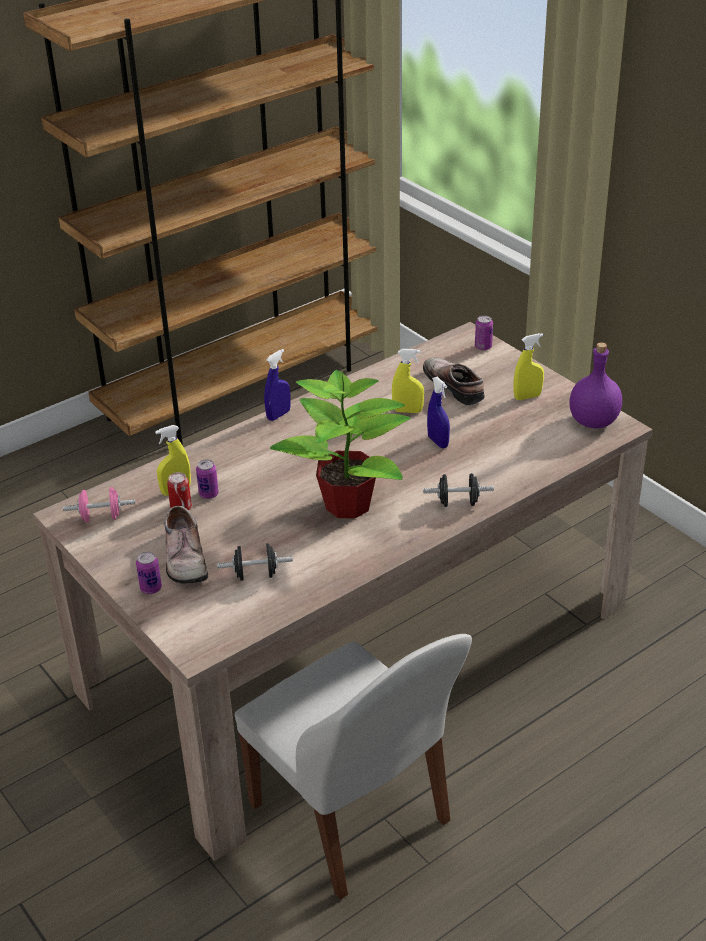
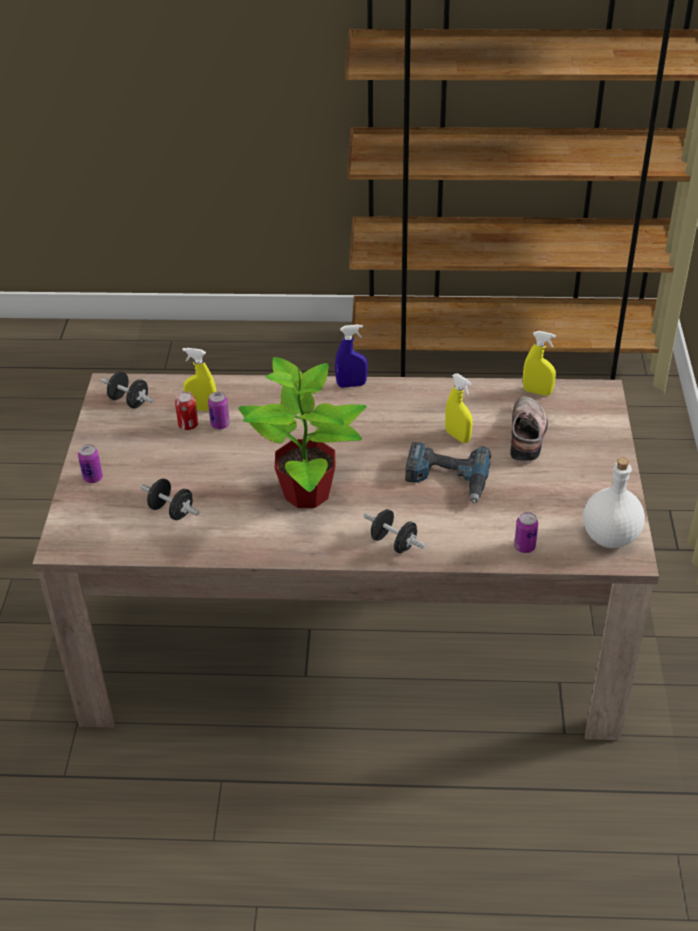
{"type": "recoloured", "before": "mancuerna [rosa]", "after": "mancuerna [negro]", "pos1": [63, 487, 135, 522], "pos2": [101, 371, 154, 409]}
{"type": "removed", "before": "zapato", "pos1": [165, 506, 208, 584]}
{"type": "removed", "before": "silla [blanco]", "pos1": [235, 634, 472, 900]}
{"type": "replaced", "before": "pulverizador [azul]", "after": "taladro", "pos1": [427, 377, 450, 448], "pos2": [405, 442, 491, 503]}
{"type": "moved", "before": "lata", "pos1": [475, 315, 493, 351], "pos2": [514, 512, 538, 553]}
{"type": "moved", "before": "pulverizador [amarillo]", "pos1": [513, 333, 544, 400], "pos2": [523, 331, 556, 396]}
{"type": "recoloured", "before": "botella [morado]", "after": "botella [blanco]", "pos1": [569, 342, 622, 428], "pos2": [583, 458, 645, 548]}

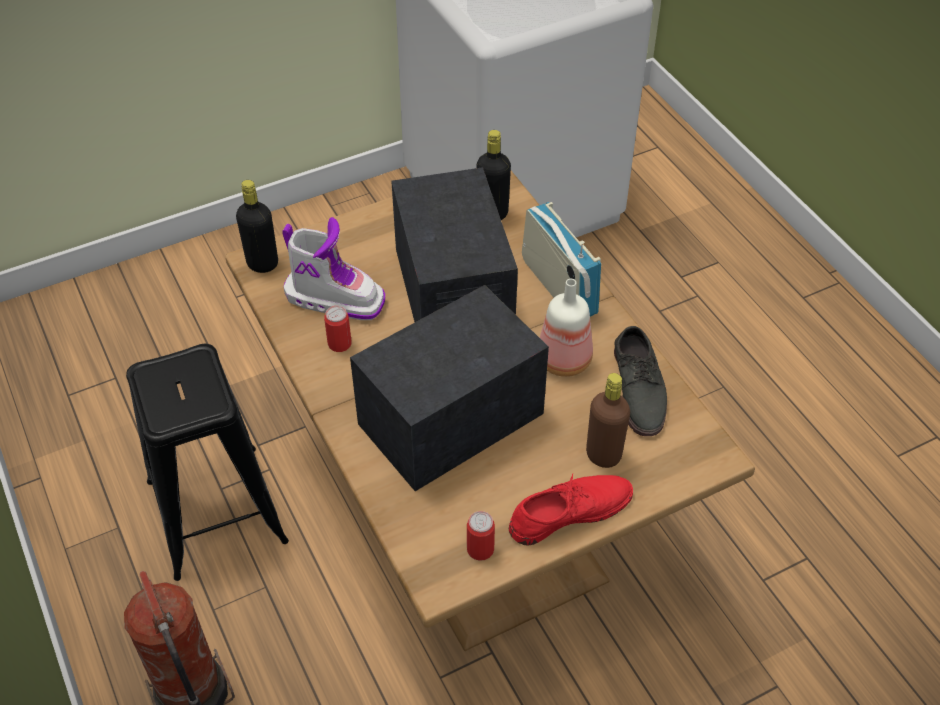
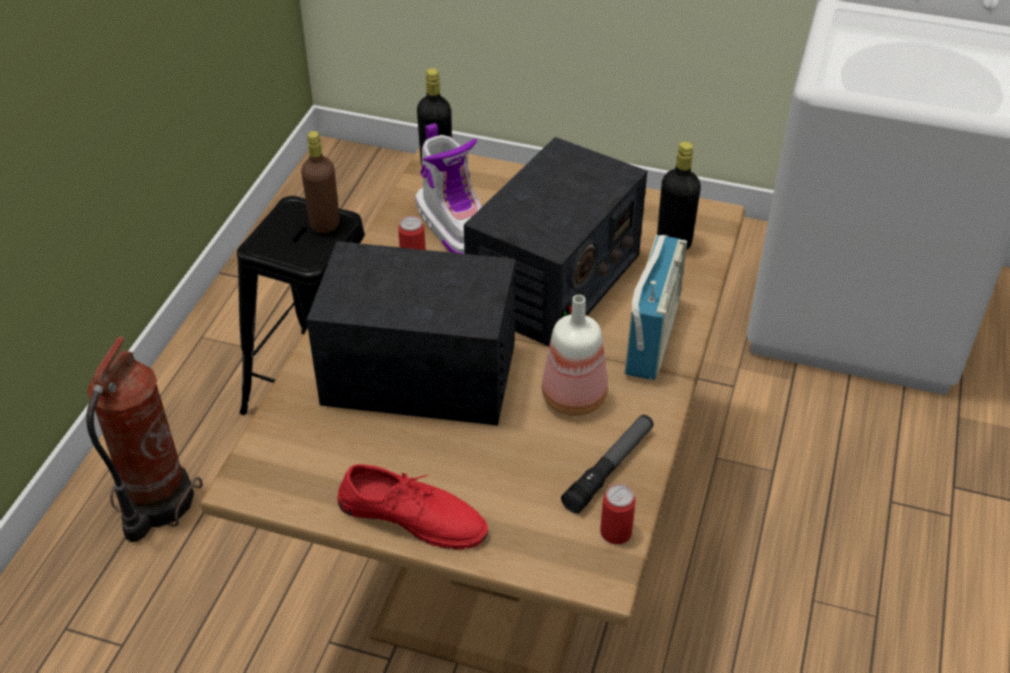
{"type": "moved", "before": "lata", "pos1": [467, 511, 495, 561], "pos2": [600, 484, 636, 544]}
{"type": "moved", "before": "botella [marrón]", "pos1": [586, 373, 630, 468], "pos2": [301, 131, 340, 233]}
{"type": "replaced", "before": "zapato [gris]", "after": "linterna", "pos1": [614, 326, 667, 436], "pos2": [561, 415, 654, 514]}

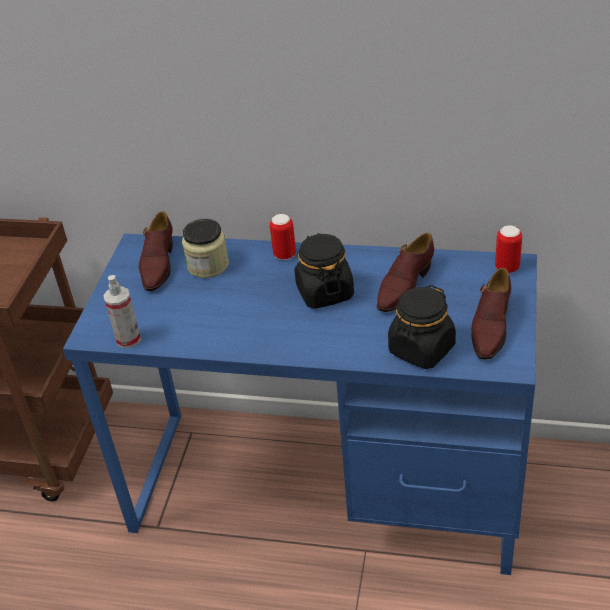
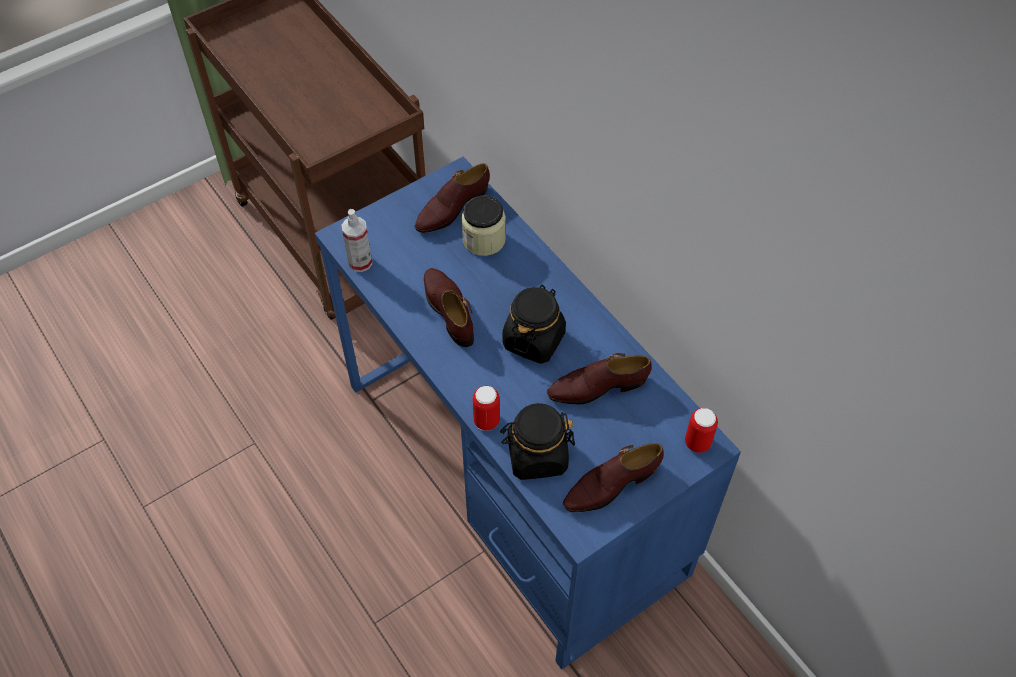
{"type": "moved", "before": "lata", "pos1": [270, 214, 296, 260], "pos2": [473, 386, 500, 431]}
{"type": "added", "after": "zapato [marrón]", "pos2": [424, 268, 474, 347]}

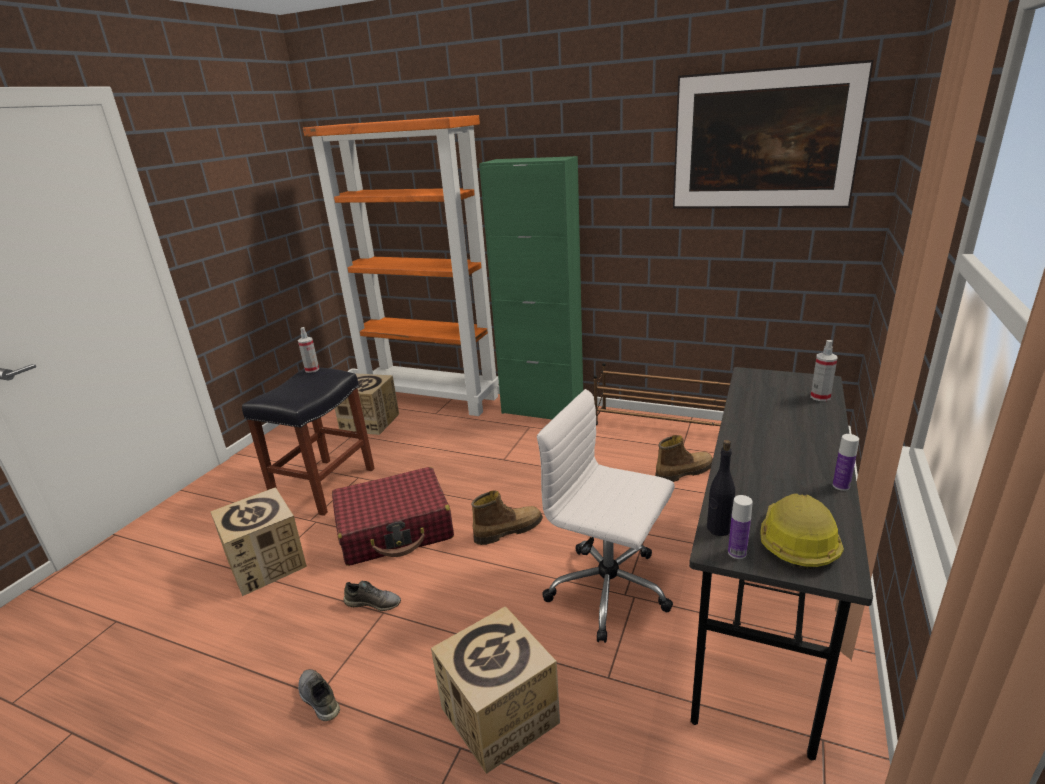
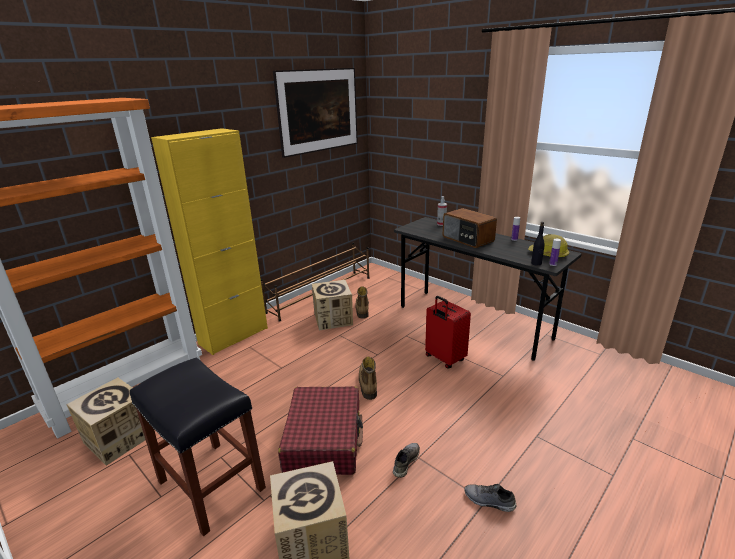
{"type": "removed", "before": "pulverizador", "pos1": [298, 327, 319, 373]}
{"type": "turned", "before": "zapato [gris]", "pos1": [298, 669, 340, 721], "pos2": [464, 484, 516, 512], "turn": 45}
{"type": "moved", "before": "caja de cartón", "pos1": [431, 606, 560, 774], "pos2": [312, 280, 353, 330]}
{"type": "recoloured", "before": "armario [verde]", "after": "armario [amarillo]", "pos1": [479, 156, 583, 419], "pos2": [151, 128, 268, 355]}
{"type": "replaced", "before": "silla de oficina [blanco]", "after": "maleta [rojo]", "pos1": [537, 389, 675, 643], "pos2": [425, 296, 471, 368]}
{"type": "added", "after": "radio", "pos2": [443, 208, 497, 248]}

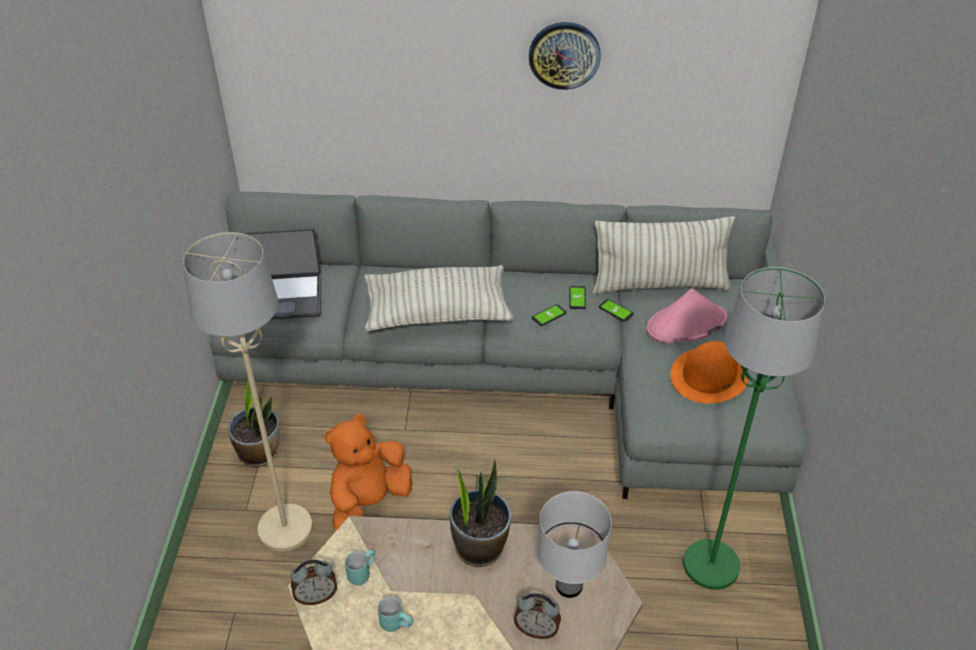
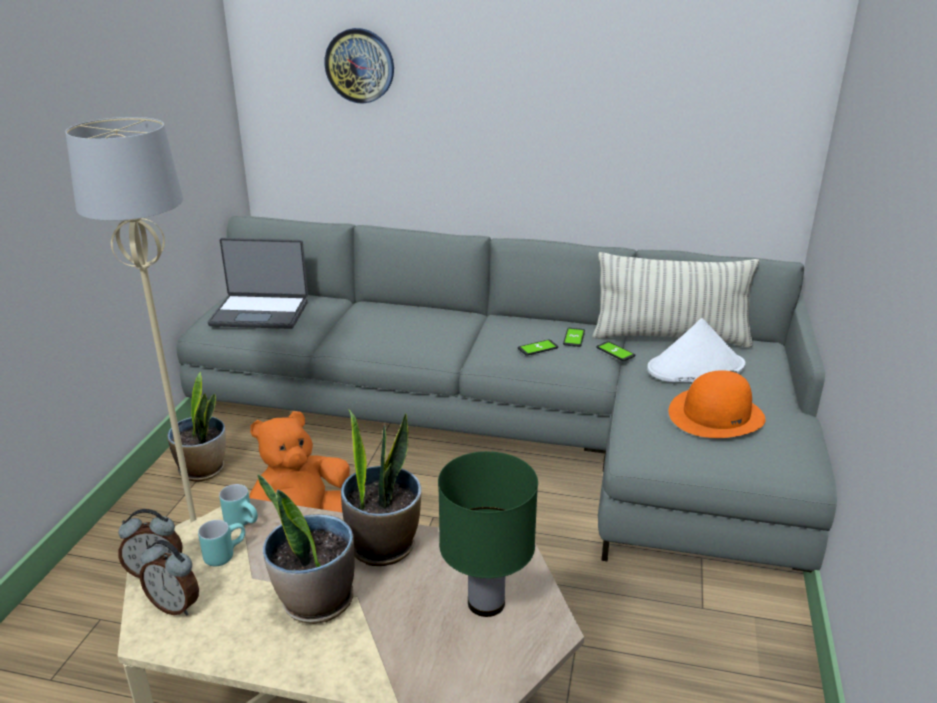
{"type": "removed", "before": "cojín", "pos1": [364, 265, 514, 331]}
{"type": "moved", "before": "taza grande [turquesa]", "pos1": [378, 596, 413, 632], "pos2": [219, 484, 258, 526]}
{"type": "moved", "before": "despertador", "pos1": [514, 593, 561, 639], "pos2": [140, 540, 199, 616]}
{"type": "moved", "before": "reloj de pared", "pos1": [529, 22, 601, 90], "pos2": [325, 28, 394, 104]}
{"type": "recoloured", "before": "lámpara de mesa [blanco]", "after": "lámpara de mesa [verde]", "pos1": [538, 491, 612, 598], "pos2": [438, 451, 538, 617]}
{"type": "recoloured", "before": "sombrero [rosa]", "after": "sombrero [blanco]", "pos1": [646, 288, 727, 343], "pos2": [647, 318, 745, 382]}
{"type": "removed", "before": "lámpara de pie [verde]", "pos1": [683, 267, 825, 590]}
{"type": "added", "after": "planta en maceta", "pos2": [258, 474, 355, 624]}

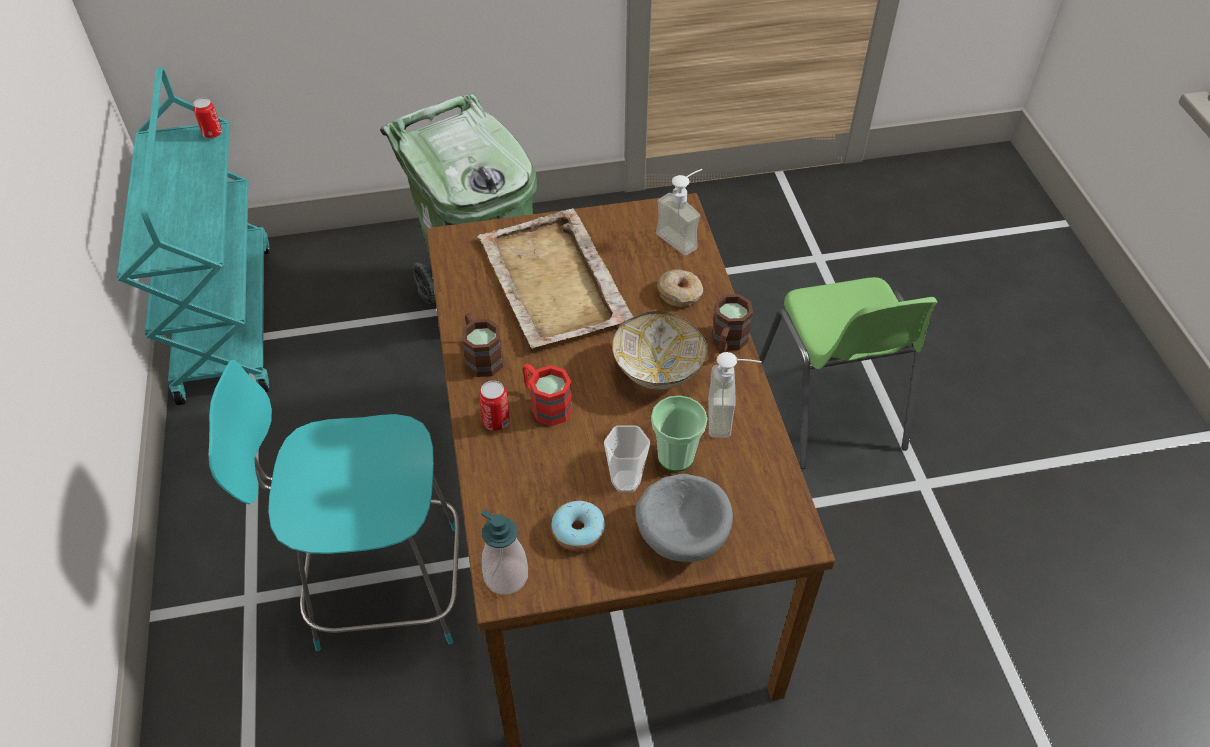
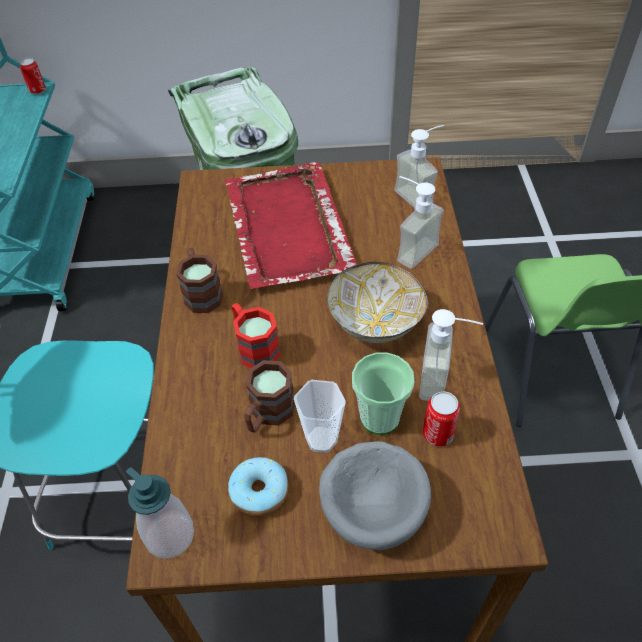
{"type": "recoloured", "before": "bandeja [beis]", "after": "bandeja [rojo]", "pos1": [478, 208, 634, 349], "pos2": [224, 162, 357, 289]}
{"type": "moved", "before": "lata", "pos1": [479, 381, 510, 431], "pos2": [423, 391, 460, 447]}
{"type": "replaced", "before": "rosquilla", "after": "dispensador de jabón", "pos1": [657, 269, 703, 307], "pos2": [397, 176, 444, 269]}
{"type": "moved", "before": "taza grande [marrón]", "pos1": [711, 294, 753, 354], "pos2": [244, 360, 295, 433]}

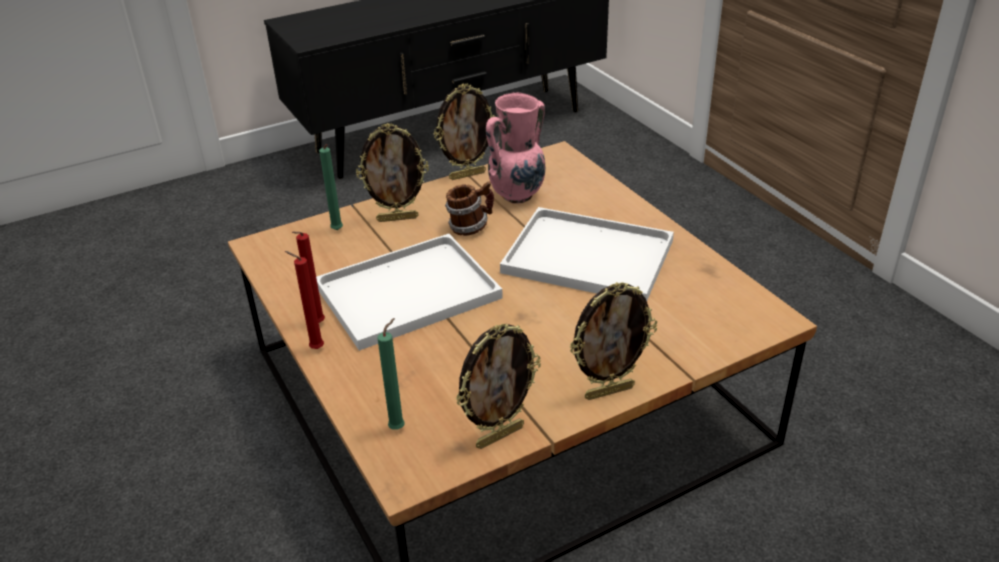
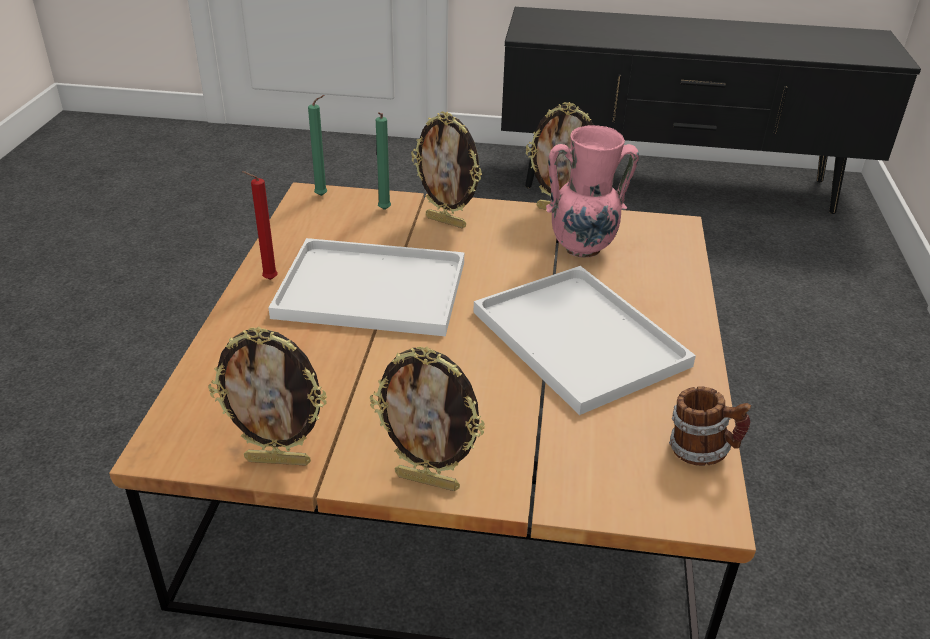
{"type": "removed", "before": "vela [rojo]", "pos1": [285, 251, 324, 349]}
{"type": "moved", "before": "vela [verde]", "pos1": [377, 318, 405, 430], "pos2": [308, 95, 327, 196]}
{"type": "moved", "before": "taza grande", "pos1": [445, 181, 494, 236], "pos2": [669, 387, 751, 466]}

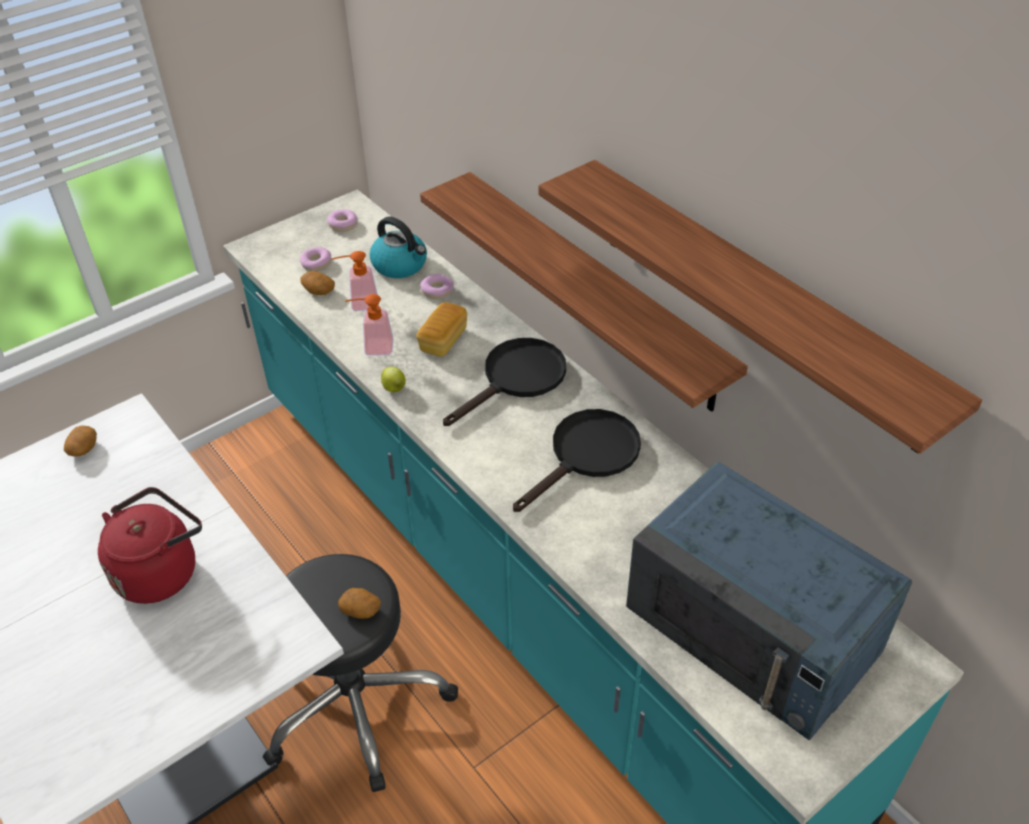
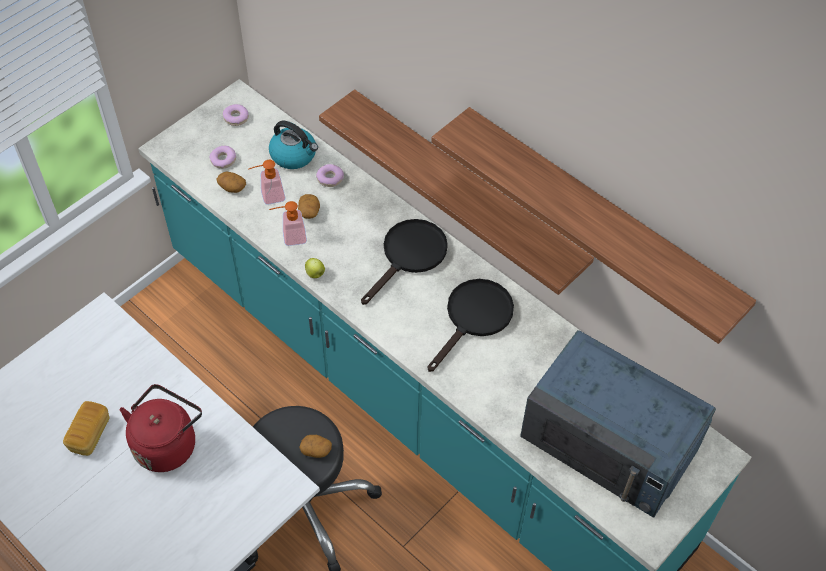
{"type": "moved", "before": "patata", "pos1": [64, 425, 97, 457], "pos2": [298, 194, 320, 219]}
{"type": "moved", "before": "pan", "pos1": [416, 302, 467, 357], "pos2": [63, 401, 110, 456]}

